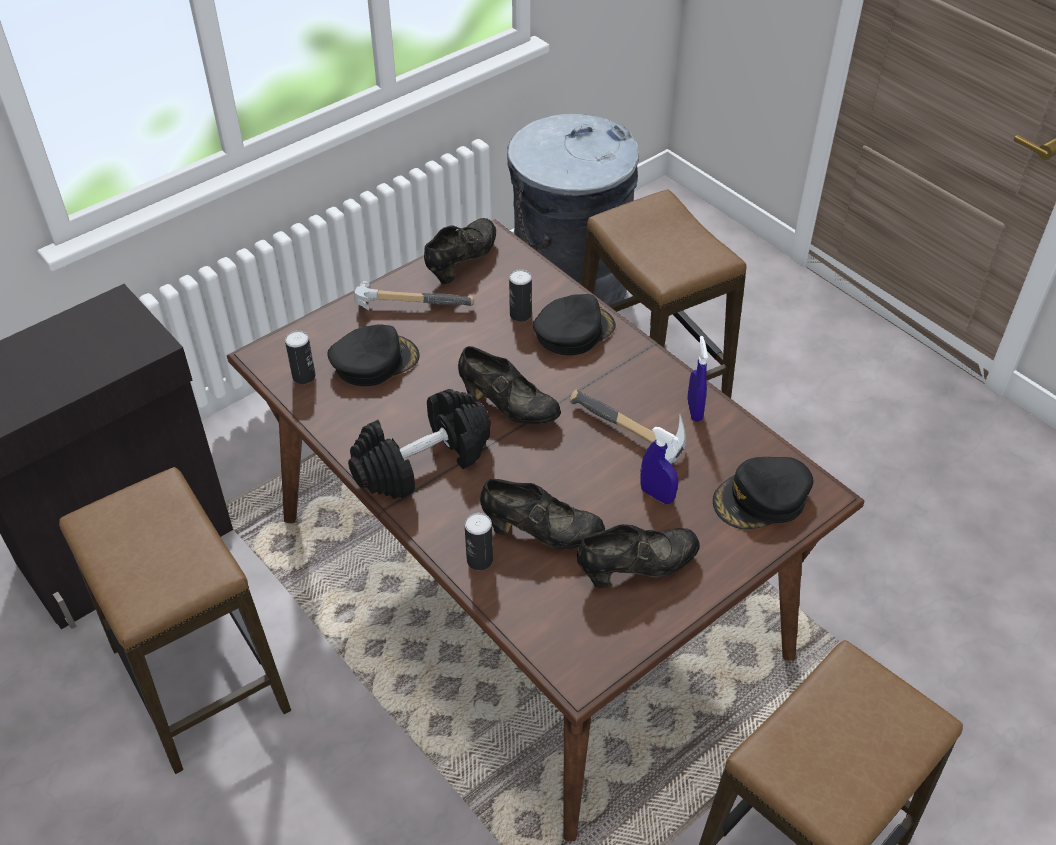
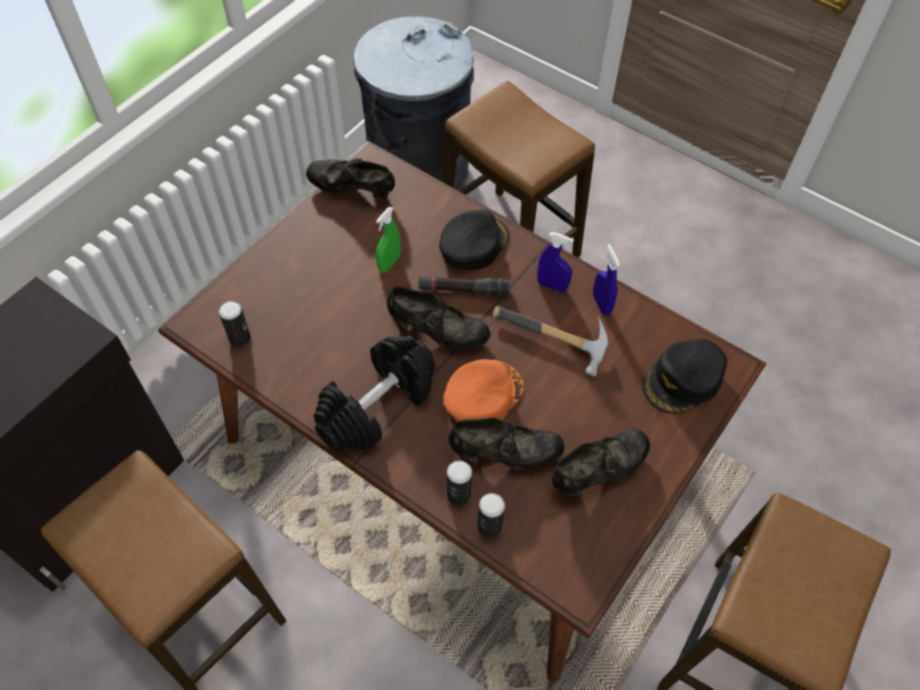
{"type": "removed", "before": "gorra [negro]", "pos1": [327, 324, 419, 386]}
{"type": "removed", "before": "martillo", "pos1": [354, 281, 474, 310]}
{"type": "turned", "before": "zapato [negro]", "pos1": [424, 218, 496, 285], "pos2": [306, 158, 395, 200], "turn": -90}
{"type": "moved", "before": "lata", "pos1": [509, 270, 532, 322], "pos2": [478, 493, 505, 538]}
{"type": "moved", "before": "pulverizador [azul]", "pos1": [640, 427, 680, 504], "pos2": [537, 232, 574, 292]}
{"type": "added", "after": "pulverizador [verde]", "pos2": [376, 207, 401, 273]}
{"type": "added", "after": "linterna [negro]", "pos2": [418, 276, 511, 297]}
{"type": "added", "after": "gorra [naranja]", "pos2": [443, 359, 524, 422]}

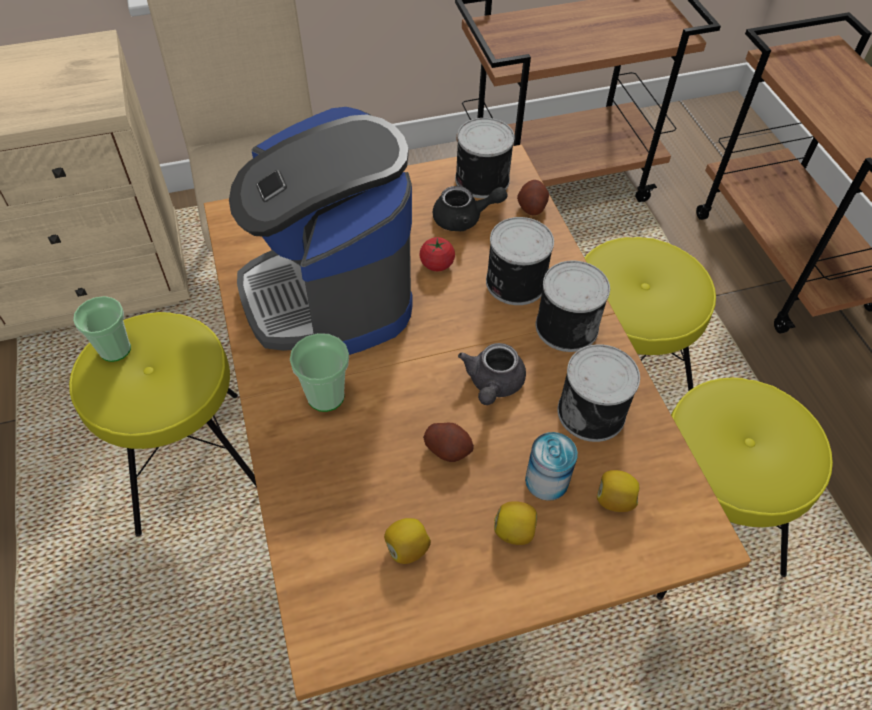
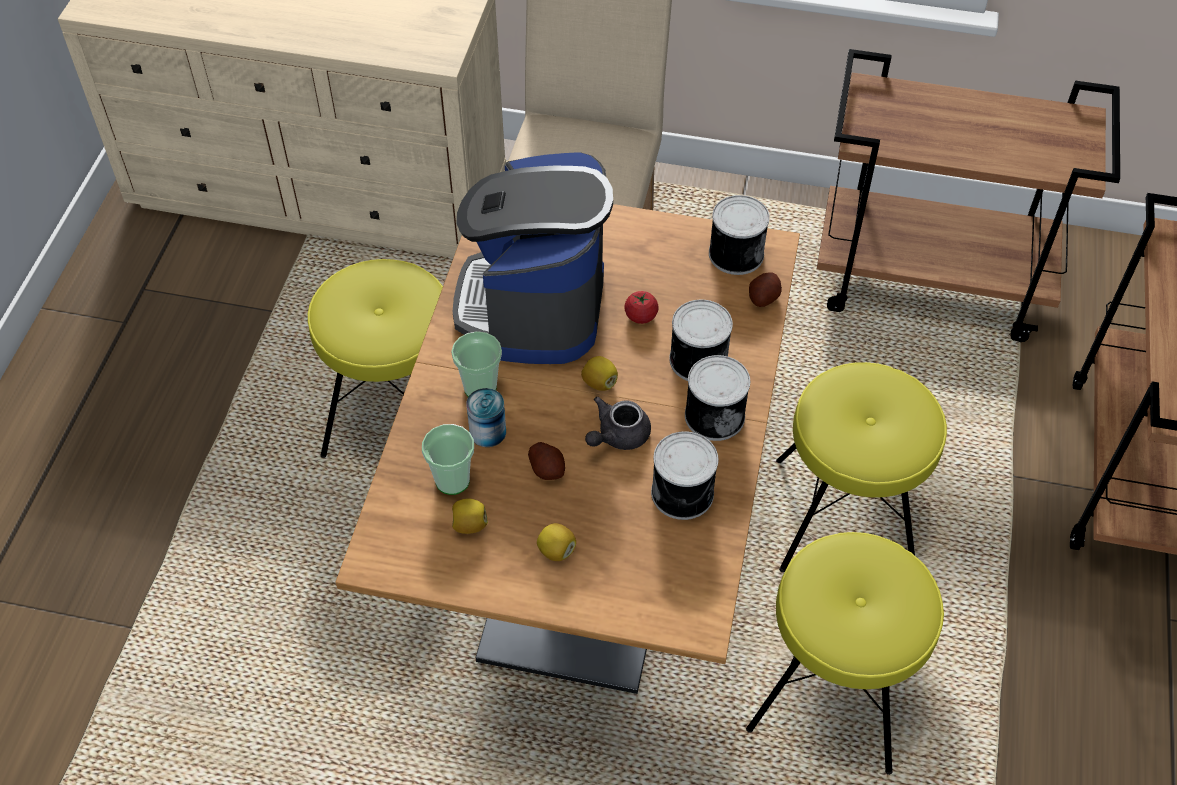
{"type": "moved", "before": "taza", "pos1": [73, 296, 131, 362], "pos2": [422, 424, 474, 495]}
{"type": "removed", "before": "tetera [negro]", "pos1": [433, 186, 508, 231]}
{"type": "moved", "before": "lata", "pos1": [525, 432, 578, 501], "pos2": [466, 388, 506, 447]}
{"type": "moved", "before": "limón", "pos1": [597, 470, 639, 512], "pos2": [581, 356, 618, 391]}

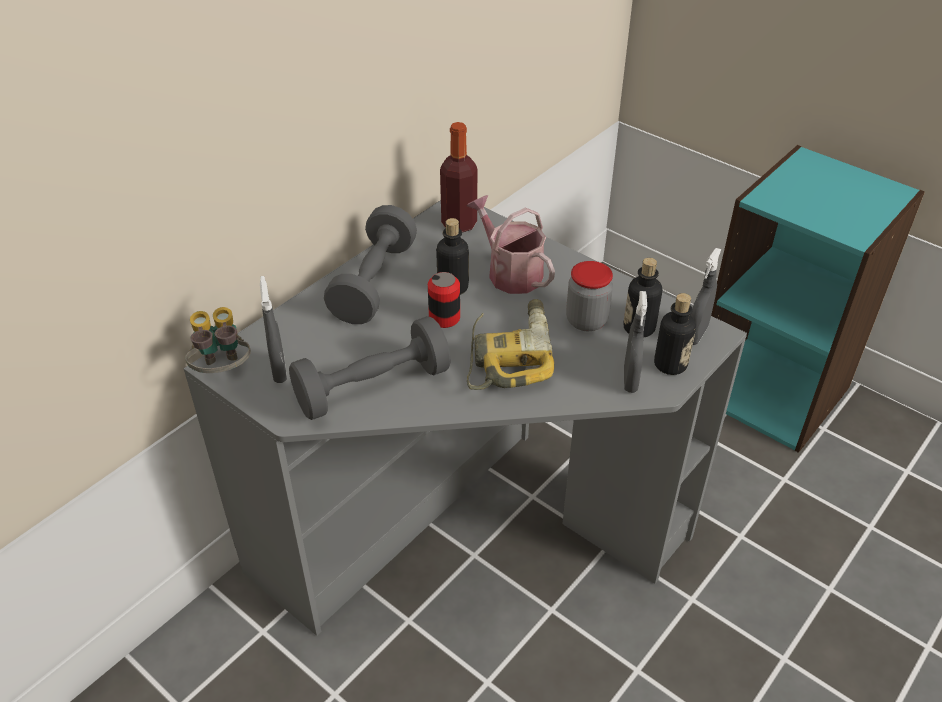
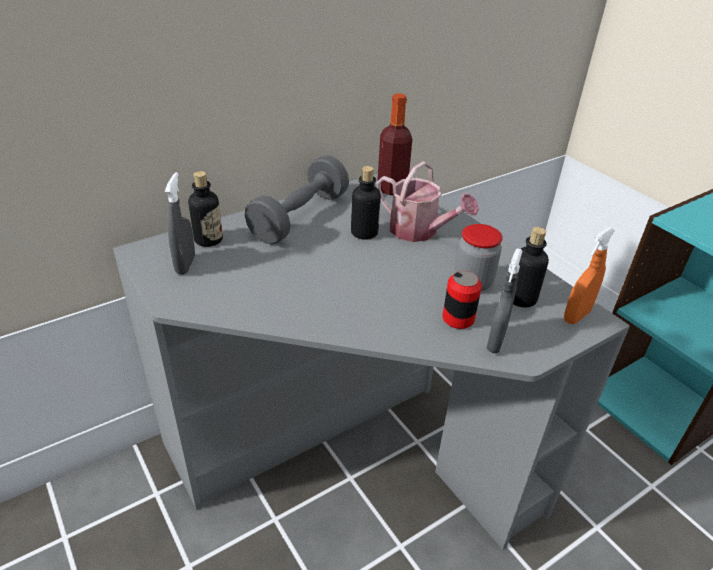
{"type": "removed", "before": "prismáticos", "pos1": [185, 307, 251, 373]}
{"type": "removed", "before": "mancuerna [gris]", "pos1": [289, 316, 451, 420]}
{"type": "moved", "before": "lata", "pos1": [428, 272, 460, 328], "pos2": [442, 271, 482, 329]}
{"type": "turned", "before": "regadera", "pos1": [467, 195, 555, 294], "pos2": [376, 162, 479, 242], "turn": 150}
{"type": "removed", "before": "taladro", "pos1": [467, 299, 554, 390]}
{"type": "moved", "before": "botella", "pos1": [654, 293, 696, 375], "pos2": [188, 171, 223, 247]}
{"type": "recoloured", "before": "pulverizador [gris]", "after": "pulverizador [naranja]", "pos1": [690, 248, 721, 345], "pos2": [564, 227, 615, 324]}

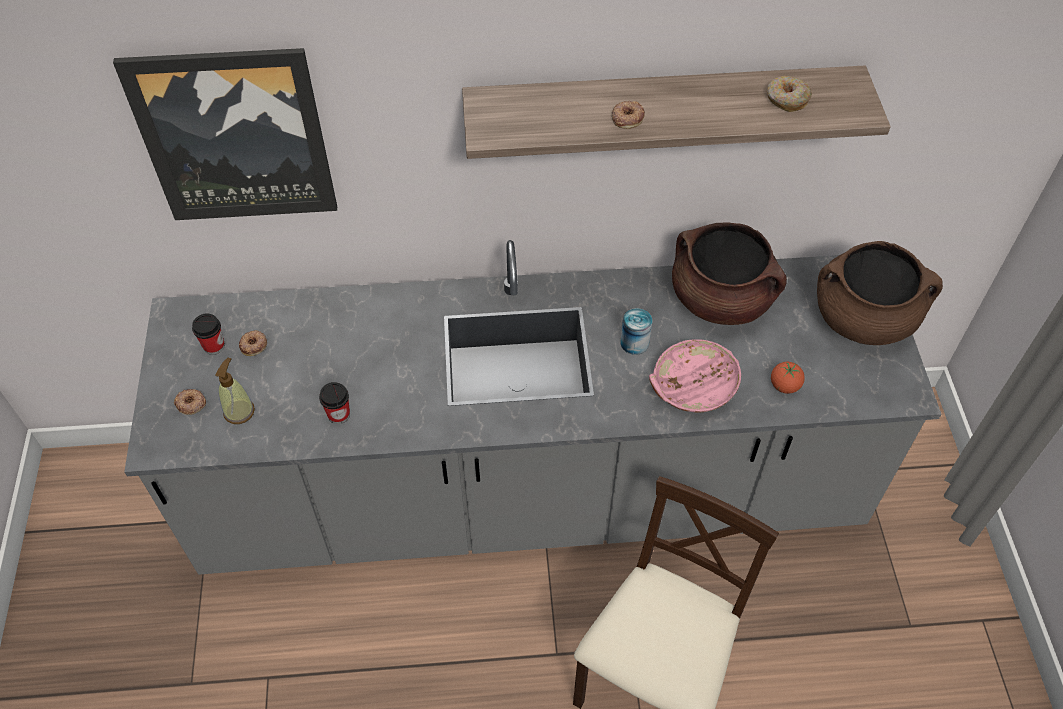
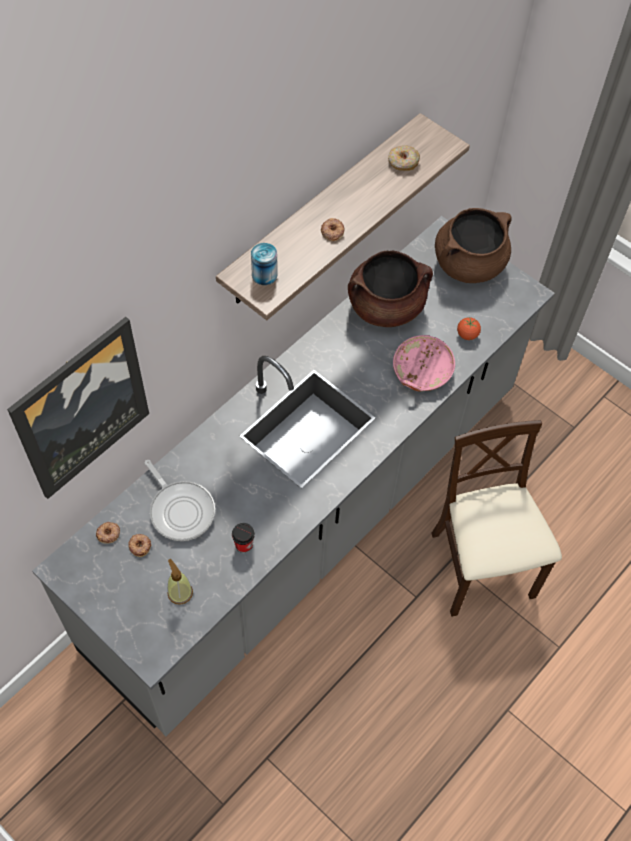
{"type": "moved", "before": "rosquilla", "pos1": [174, 389, 206, 415], "pos2": [96, 522, 120, 544]}
{"type": "removed", "before": "taza", "pos1": [192, 313, 225, 355]}
{"type": "moved", "before": "lata", "pos1": [620, 308, 652, 355], "pos2": [251, 243, 278, 285]}
{"type": "added", "after": "sartén", "pos2": [144, 460, 215, 541]}

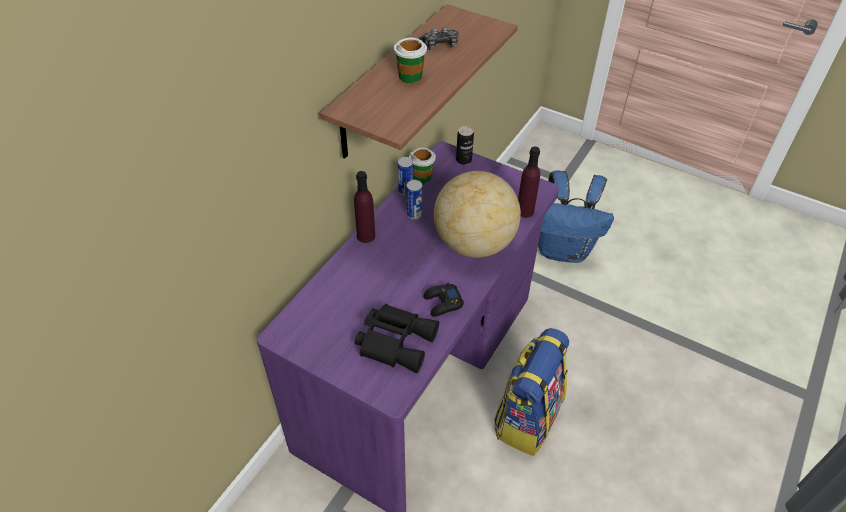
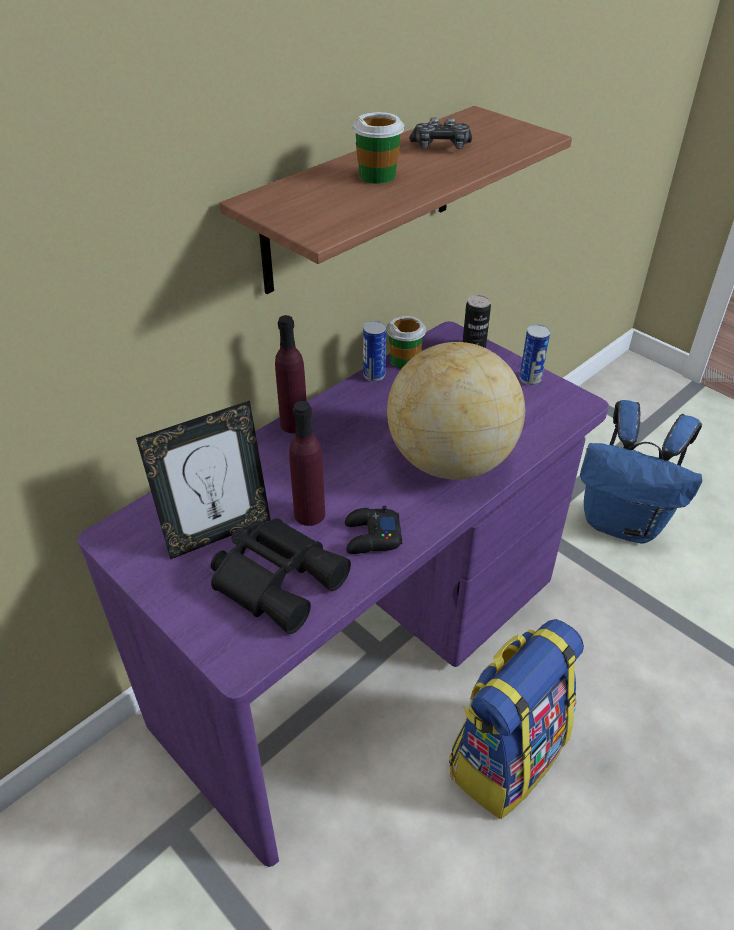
{"type": "moved", "before": "lata", "pos1": [407, 180, 422, 220], "pos2": [519, 324, 550, 385]}
{"type": "moved", "before": "botella [morado]", "pos1": [518, 147, 540, 218], "pos2": [289, 401, 325, 526]}
{"type": "added", "after": "portarretratos", "pos2": [136, 401, 271, 560]}

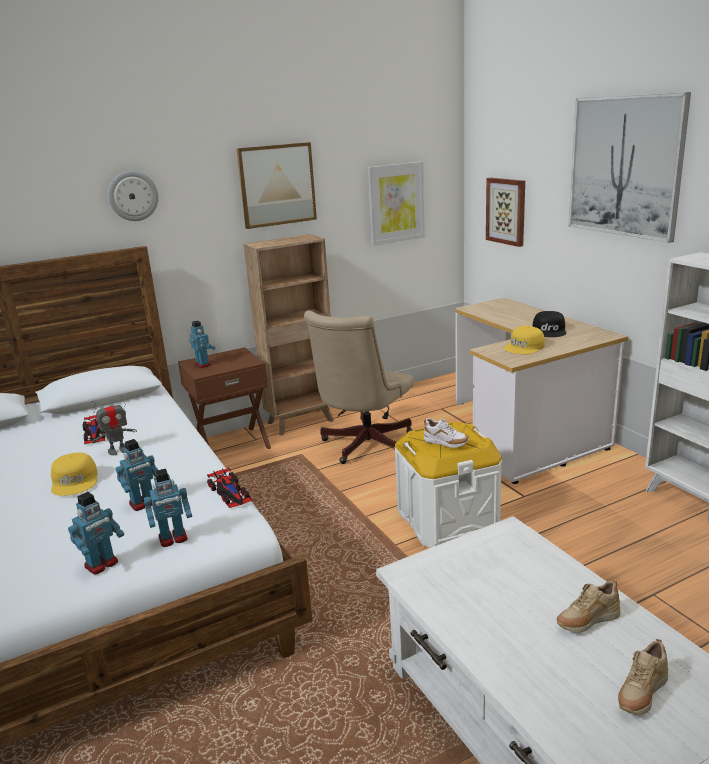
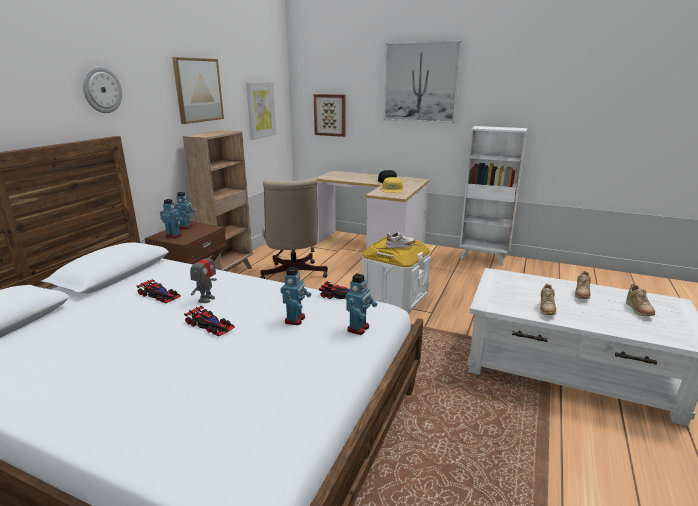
{"type": "replaced", "before": "gorra [amarillo]", "after": "coche de juguete", "pos1": [51, 452, 97, 496], "pos2": [184, 306, 235, 336]}
{"type": "moved", "before": "robot de juguete", "pos1": [68, 492, 124, 574], "pos2": [175, 192, 196, 229]}
{"type": "added", "after": "zapato [beis]", "pos2": [540, 284, 556, 315]}

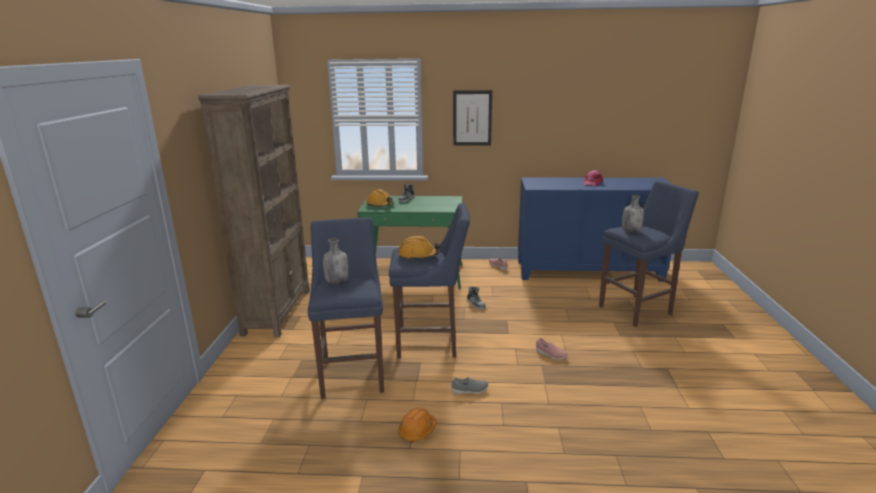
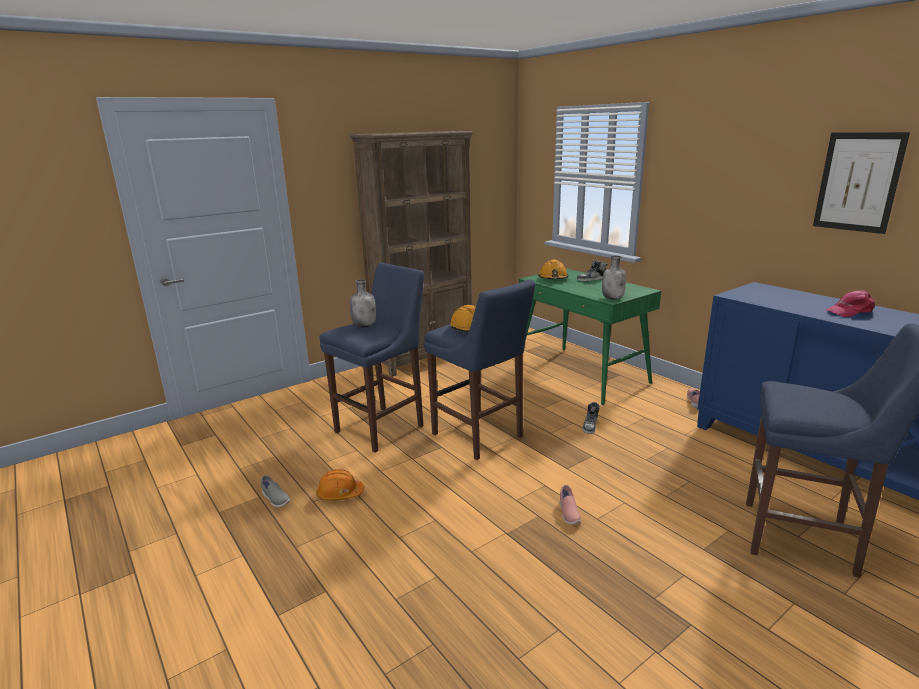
{"type": "moved", "before": "zapato [gris]", "pos1": [452, 377, 488, 394], "pos2": [261, 475, 290, 508]}
{"type": "moved", "before": "cuadro", "pos1": [453, 90, 492, 146], "pos2": [813, 132, 910, 234]}
{"type": "moved", "before": "botella [gris]", "pos1": [622, 195, 644, 233], "pos2": [602, 255, 626, 299]}

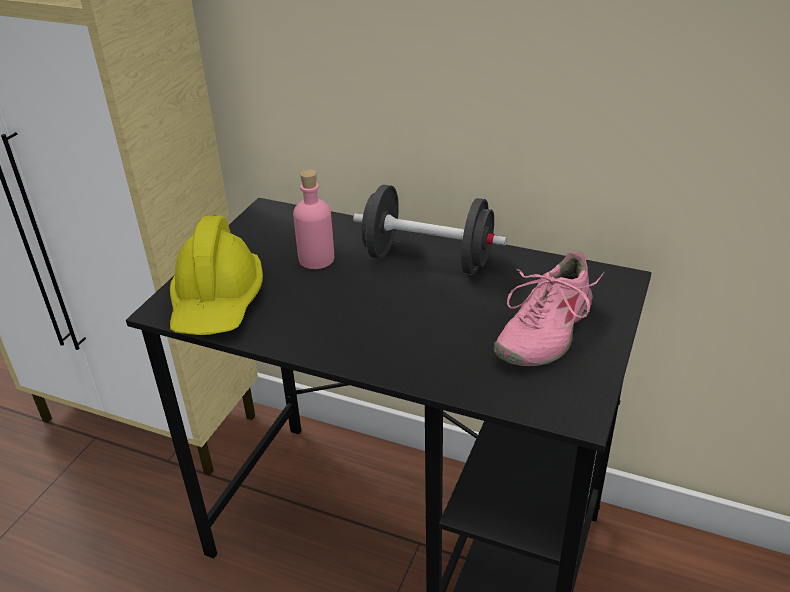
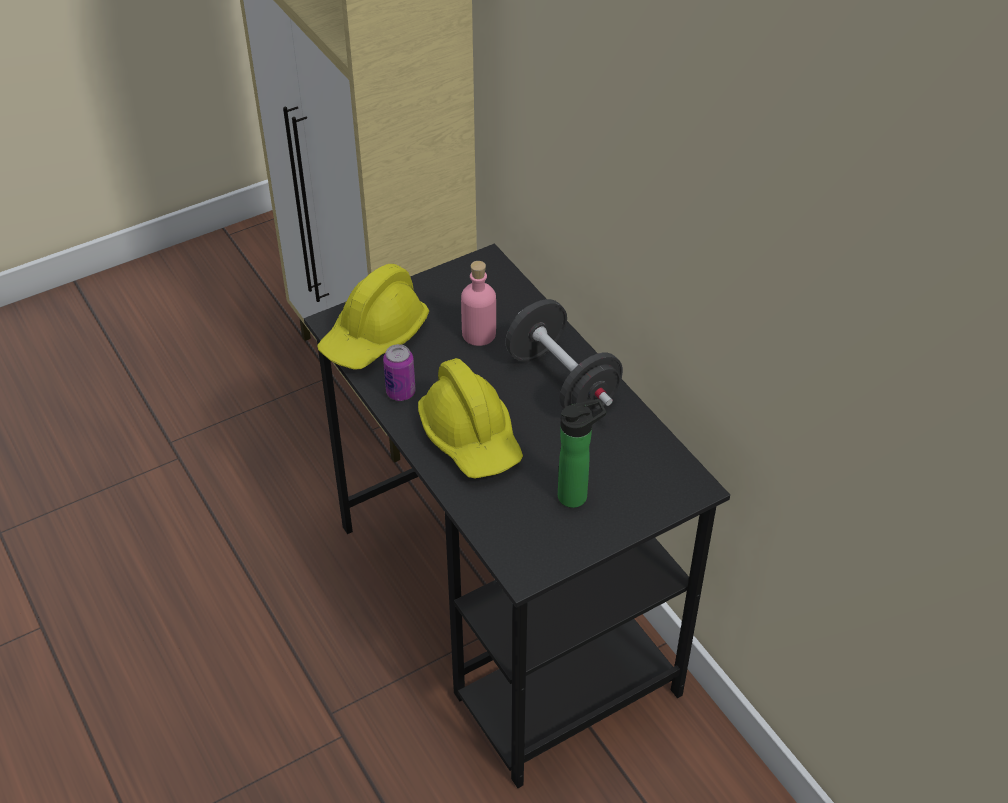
{"type": "replaced", "before": "zapato [rosa]", "after": "botella", "pos1": [494, 249, 604, 366], "pos2": [558, 399, 606, 508]}
{"type": "added", "after": "lata", "pos2": [383, 344, 416, 401]}
{"type": "added", "after": "casco [amarillo]", "pos2": [418, 358, 523, 478]}

